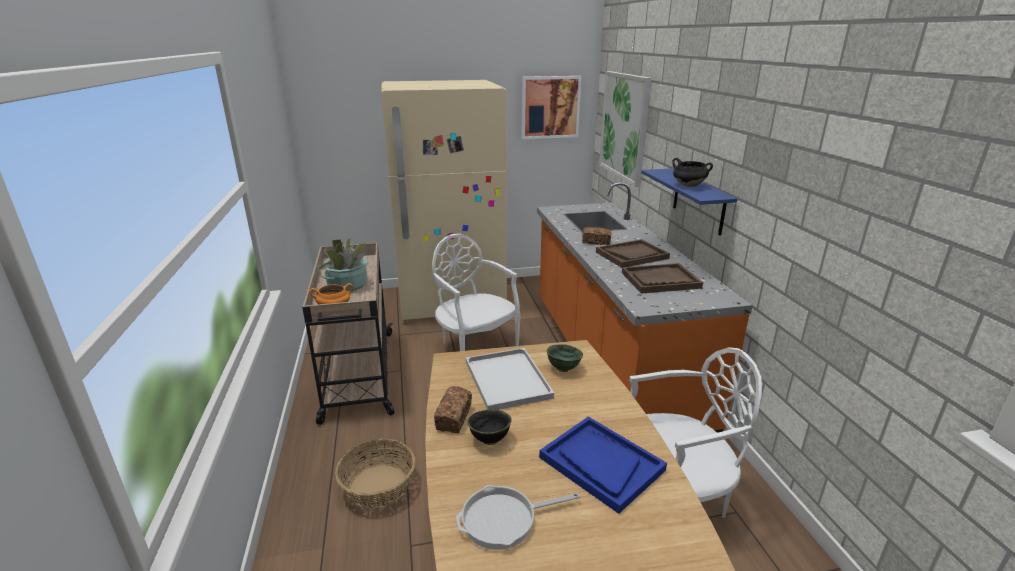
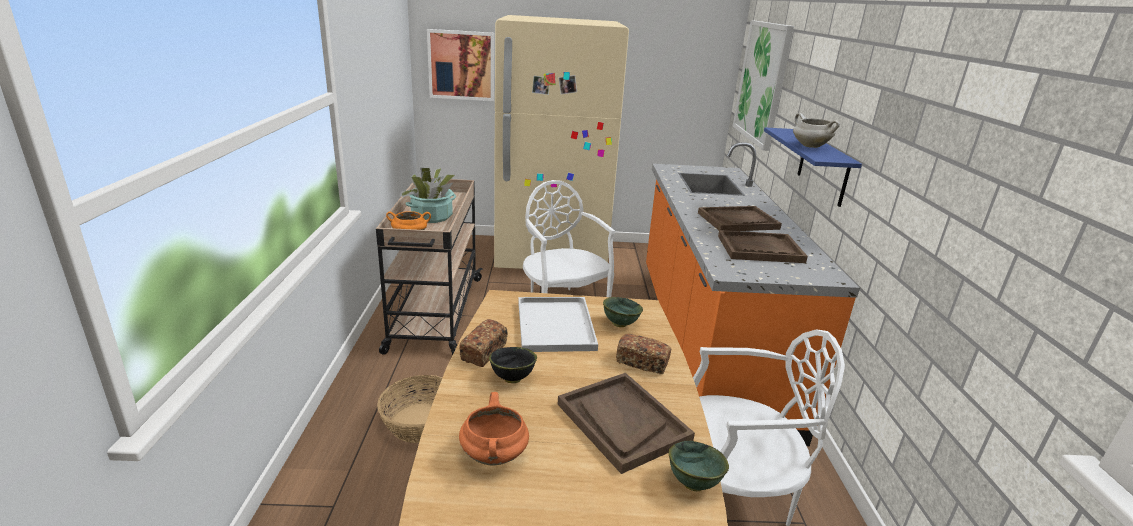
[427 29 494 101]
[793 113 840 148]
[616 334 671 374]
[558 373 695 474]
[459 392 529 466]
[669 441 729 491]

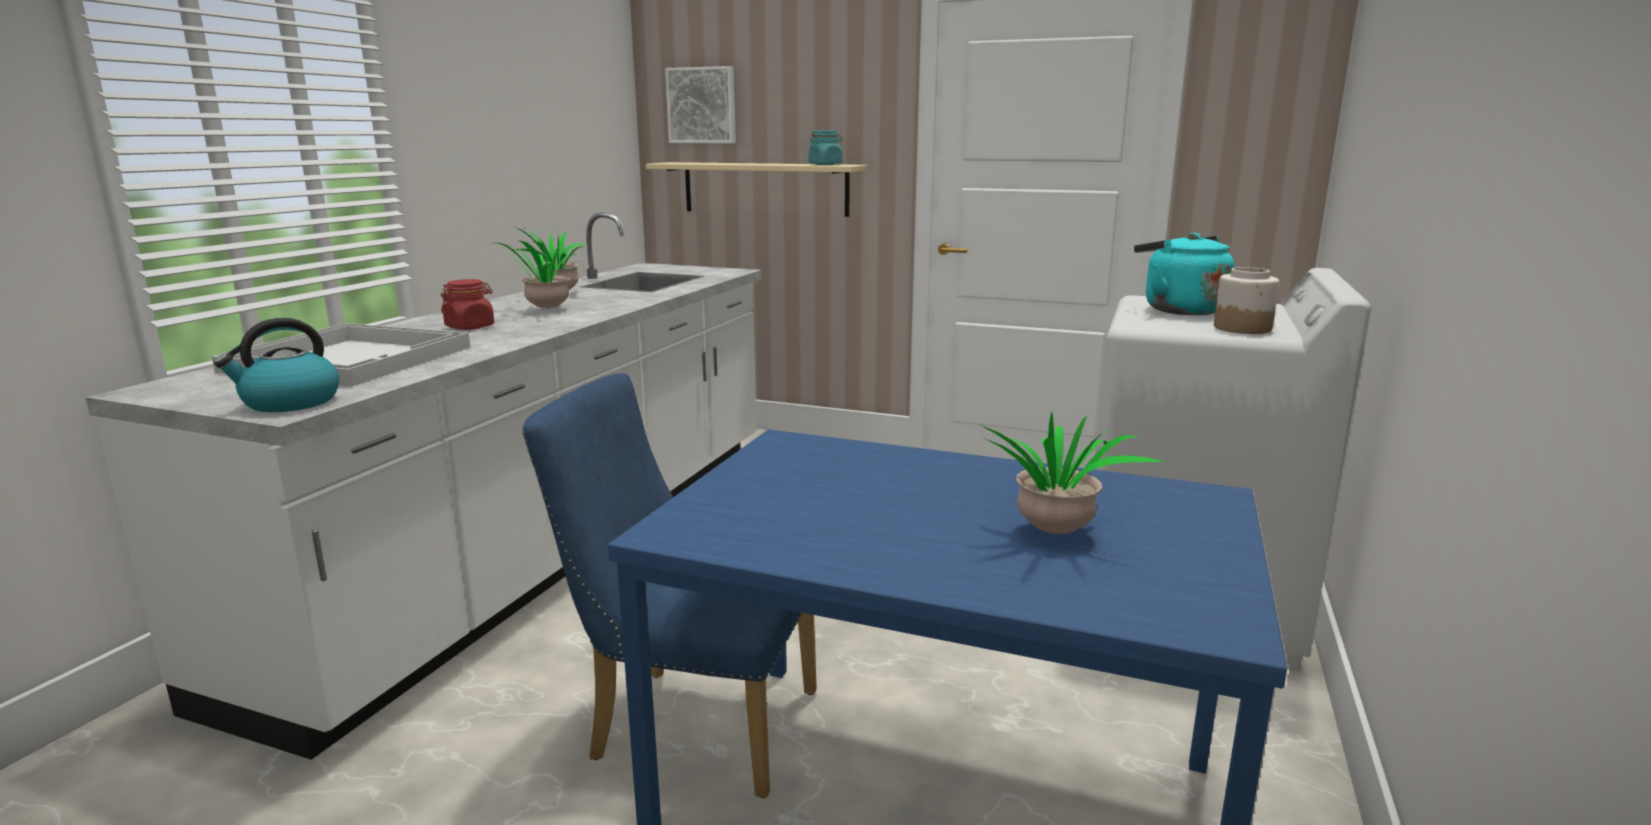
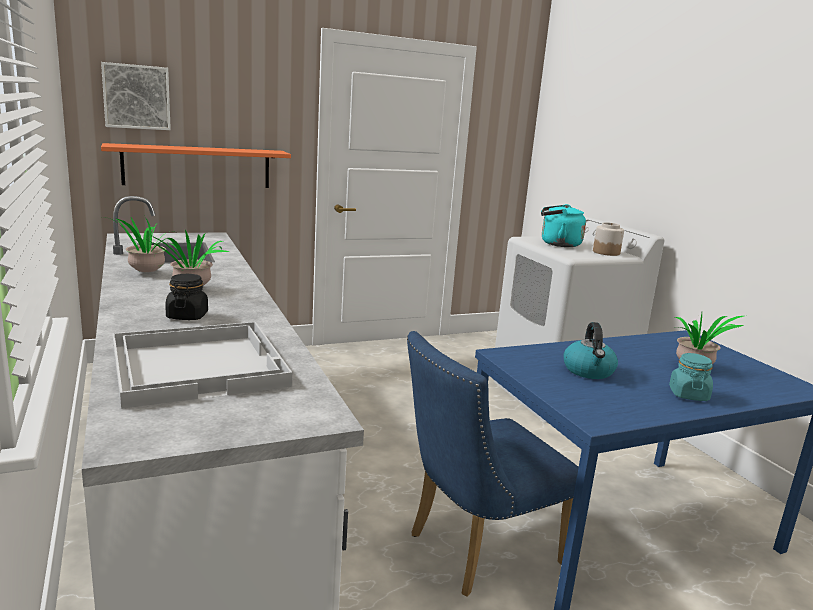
[669 353 713 401]
[101 143 291 188]
[165 274 208 320]
[564 322 618 379]

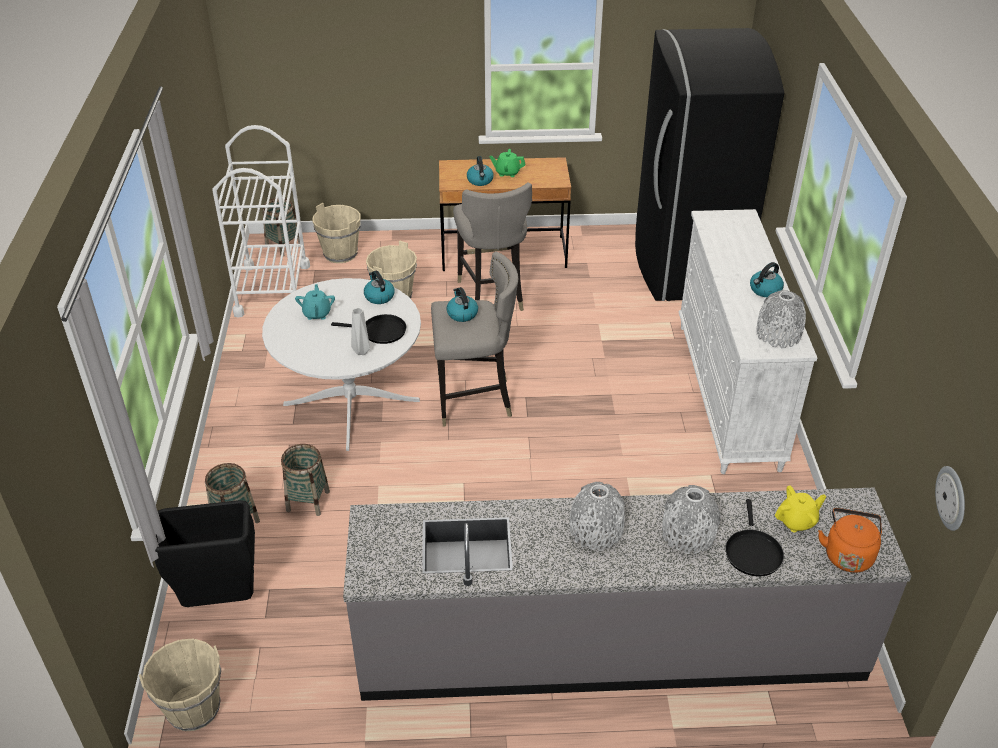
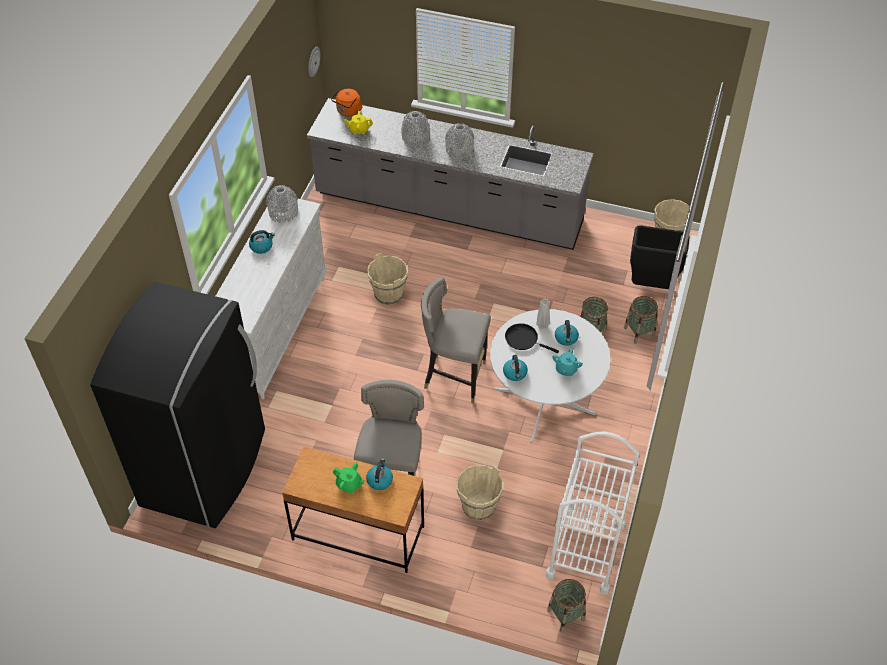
[367 253 408 305]
[555 320 579 346]
[725 499 784 576] (first image)

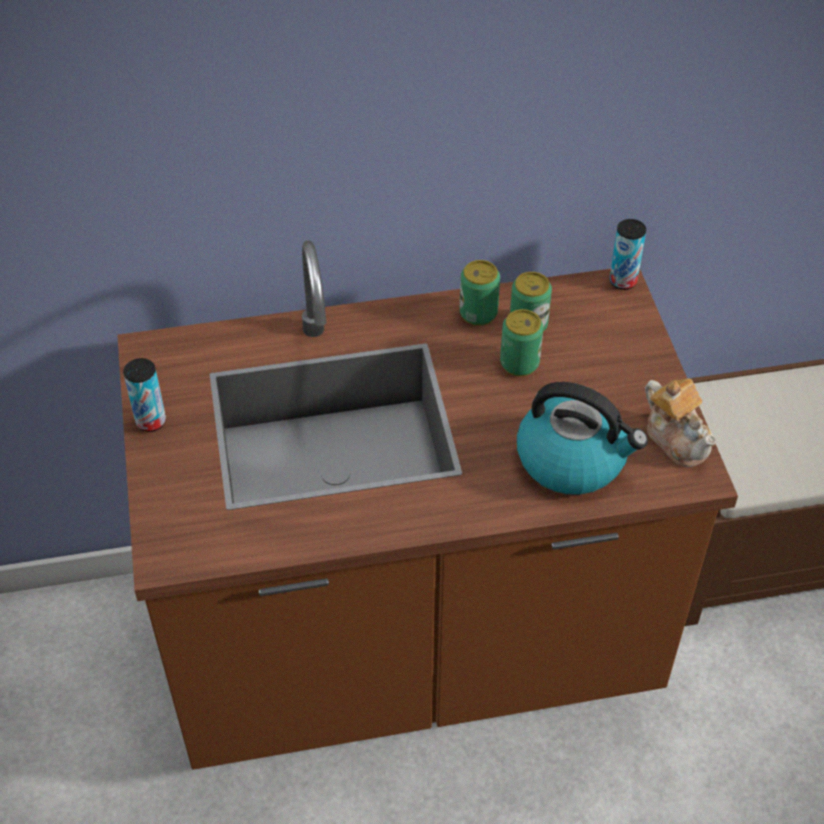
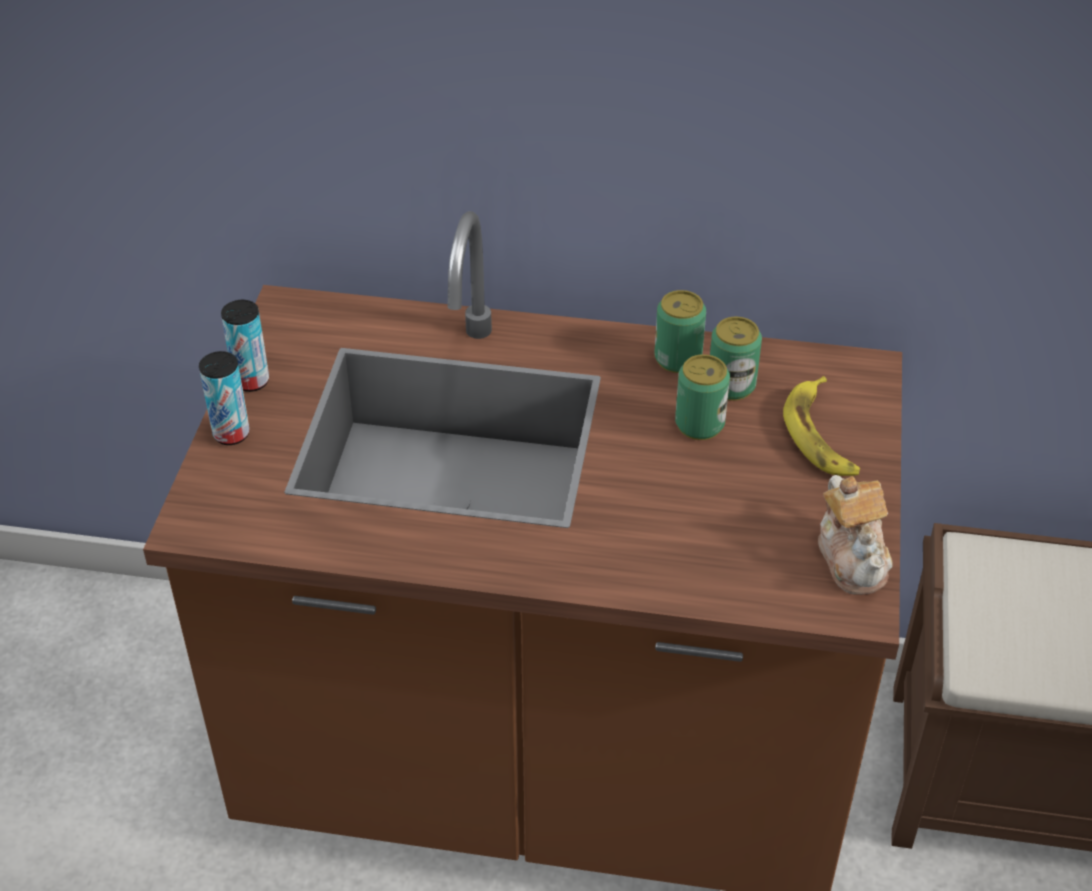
[199 351 250 445]
[517 382 648 495] (first image)
[783 376 860 476]

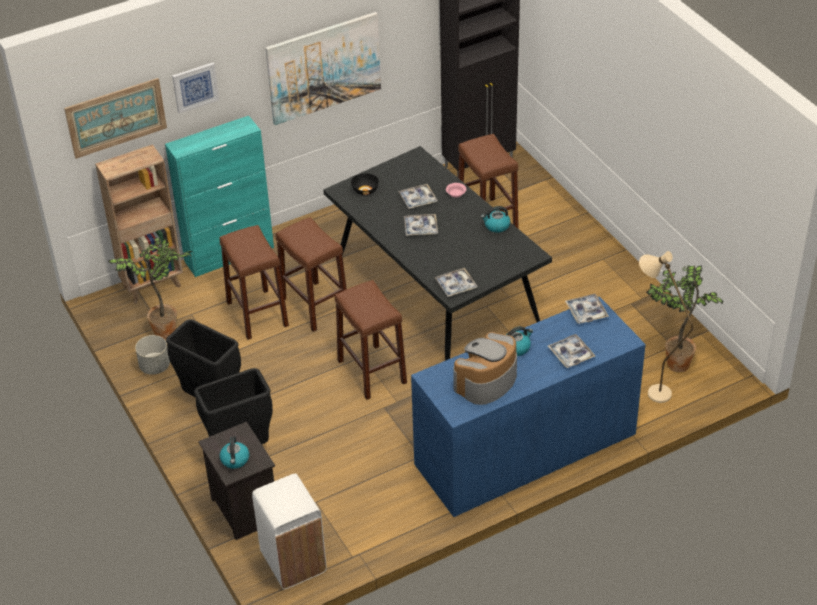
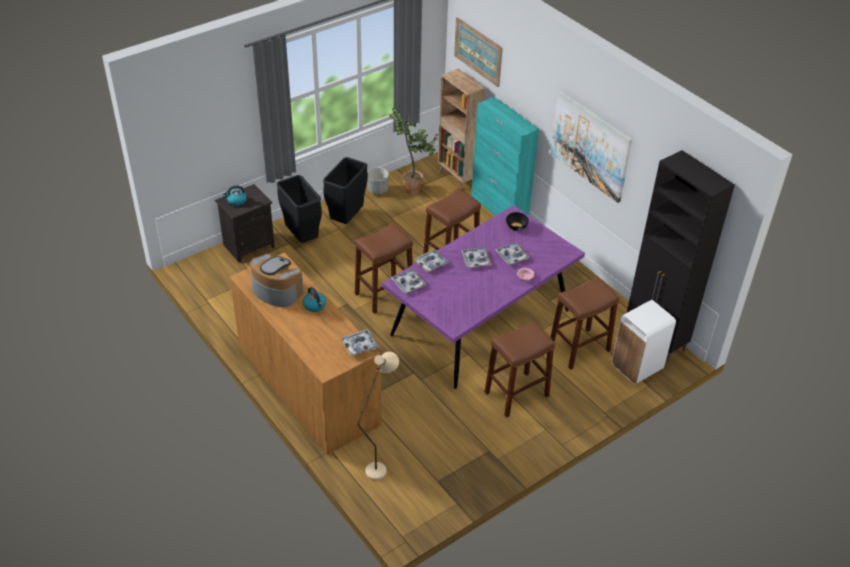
[172 63 219 114] (first image)
[382 205 585 389]
[481 206 510 233] (first image)
[485 321 555 417]
[646 265 723 373] (first image)
[230 252 382 455]
[414 249 449 273]
[612 300 676 384]

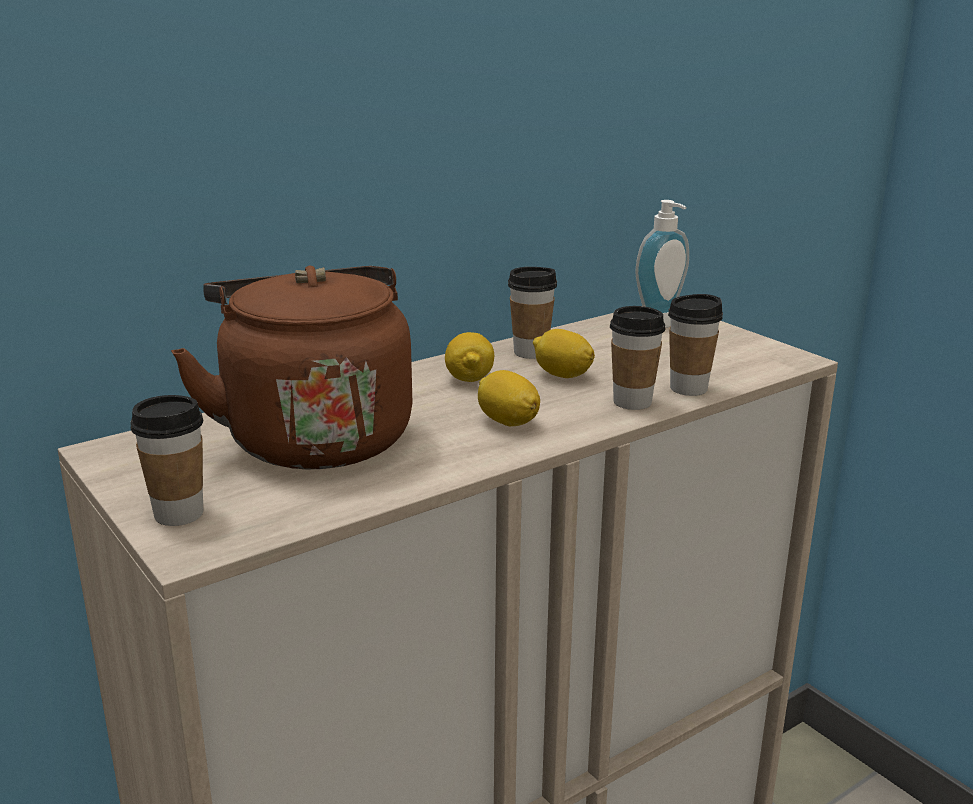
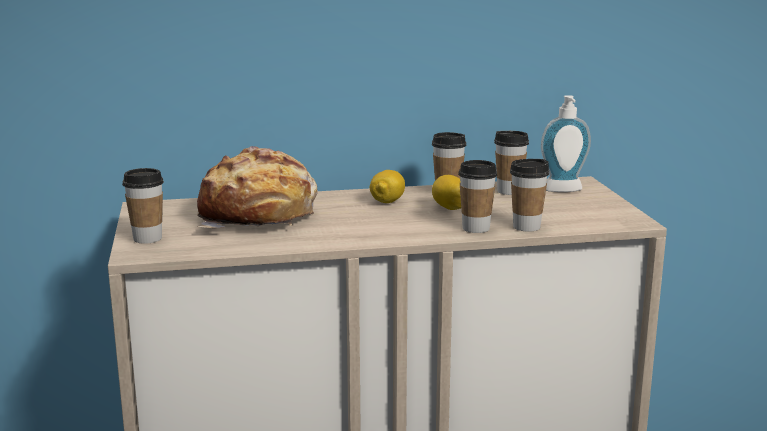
[197 146 318 228]
[478 370 540 426] (first image)
[494 131 529 195]

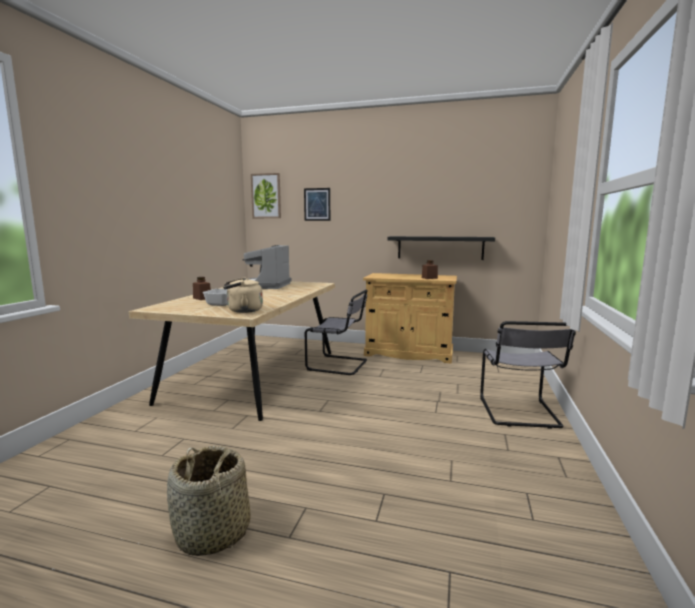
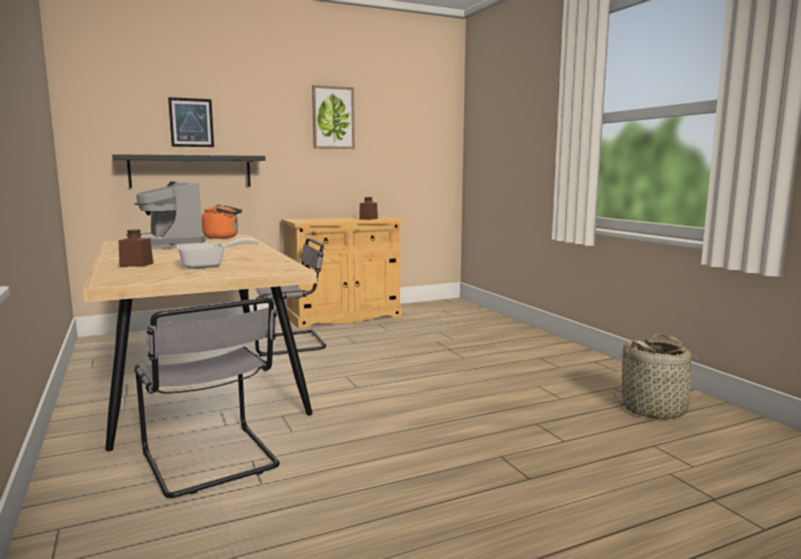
[312 85 355 149]
[112 154 266 188]
[223 277 263 313] (first image)
[134 298 280 498]
[613 333 707 419]
[202 204 242 239]

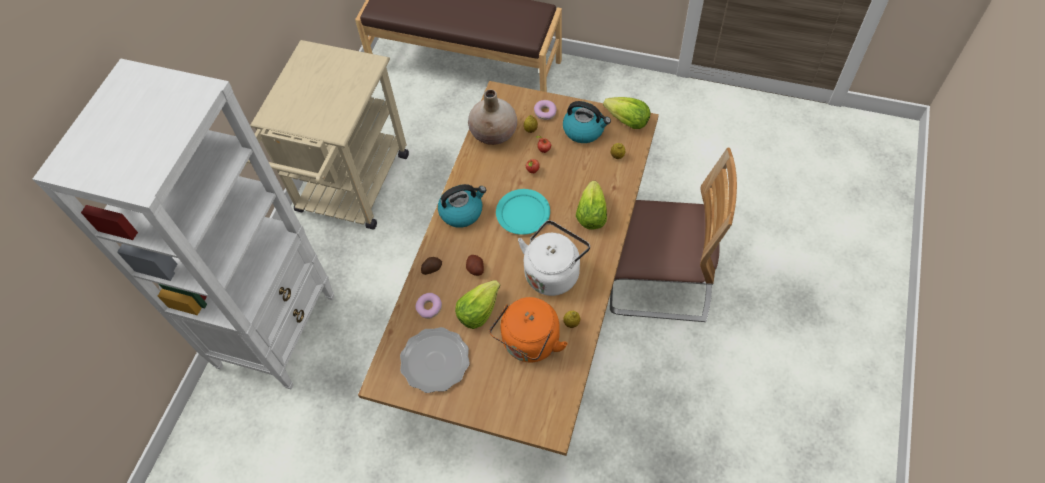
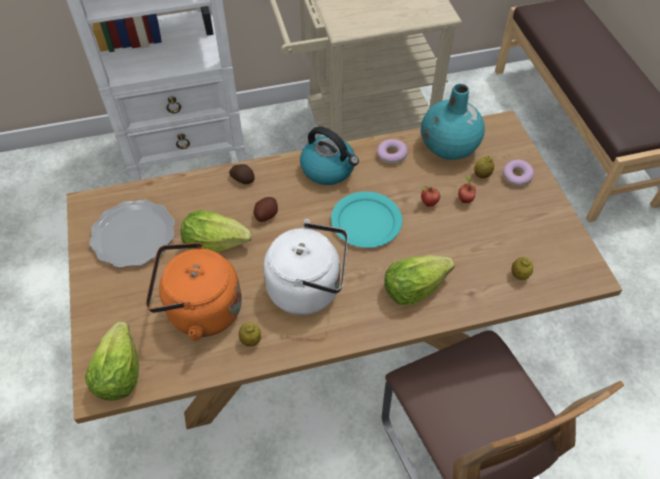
[421 84 485 160]
[85 321 139 401]
[563 101 611 143] (first image)
[377 139 408 164]

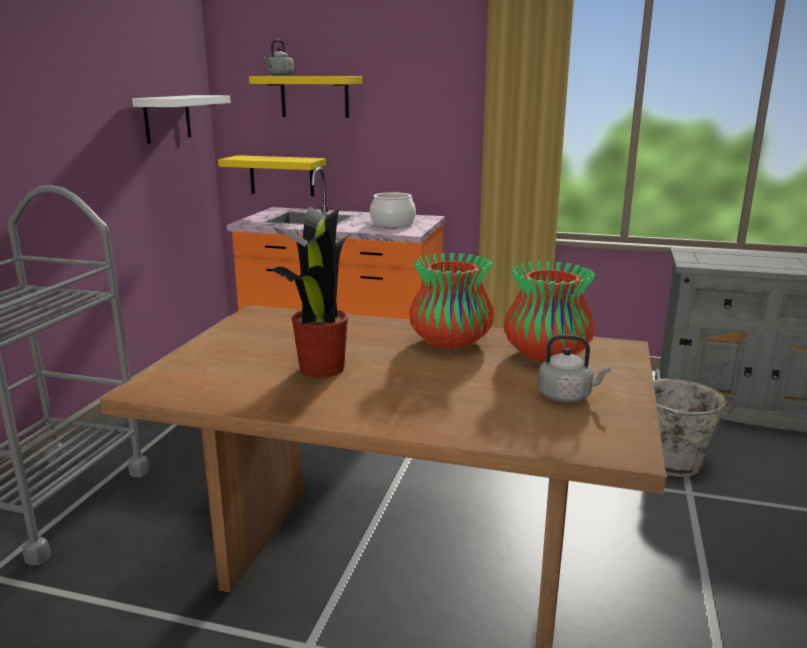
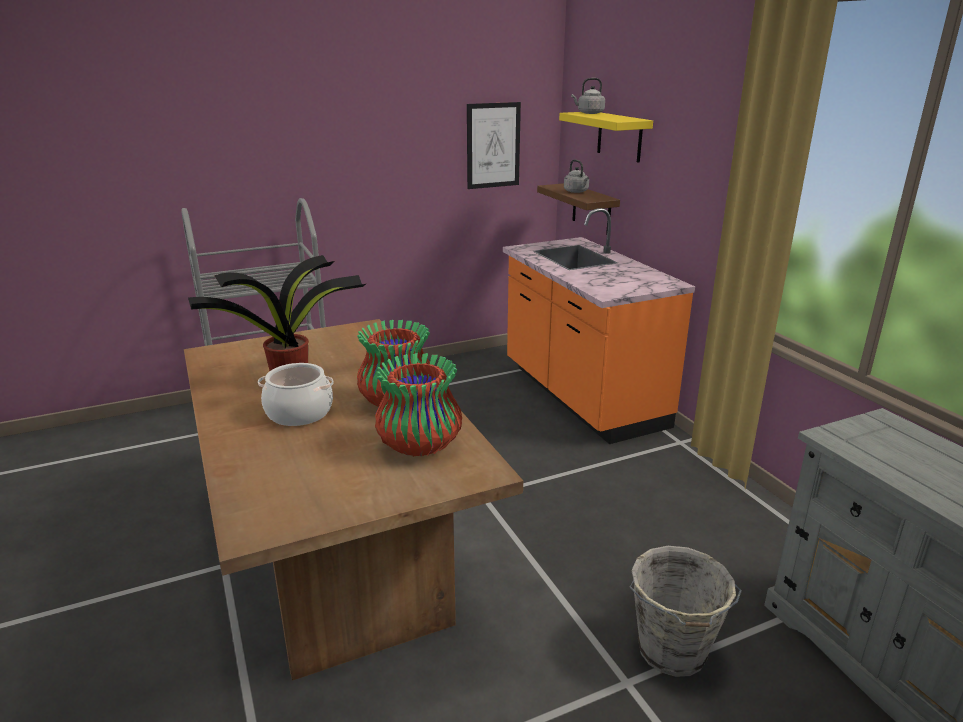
[467 102 521 189]
[537 183 620 234]
[258 363 334 426]
[564 160 589 193]

